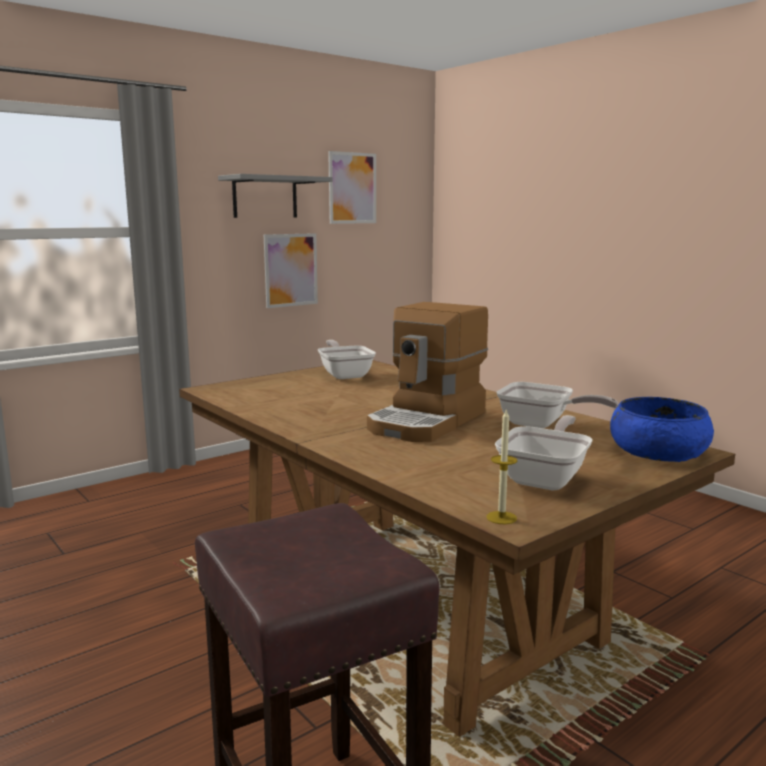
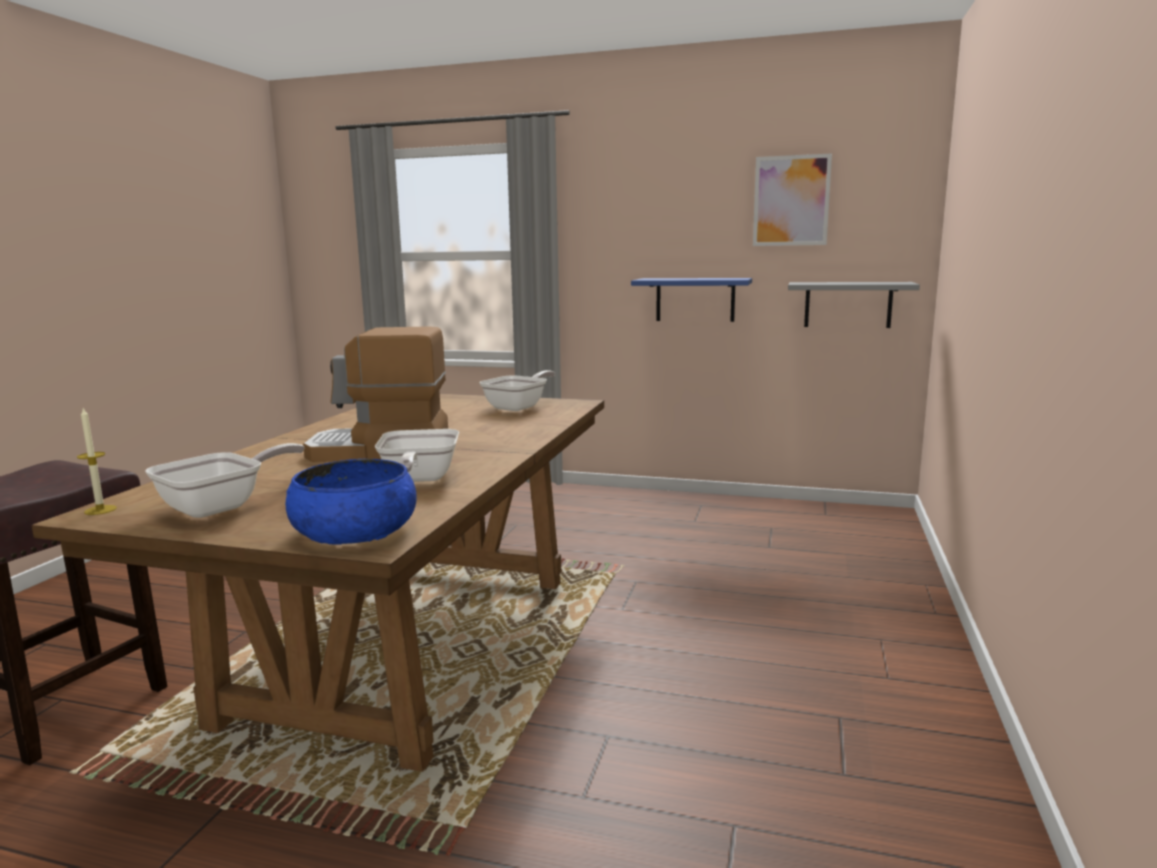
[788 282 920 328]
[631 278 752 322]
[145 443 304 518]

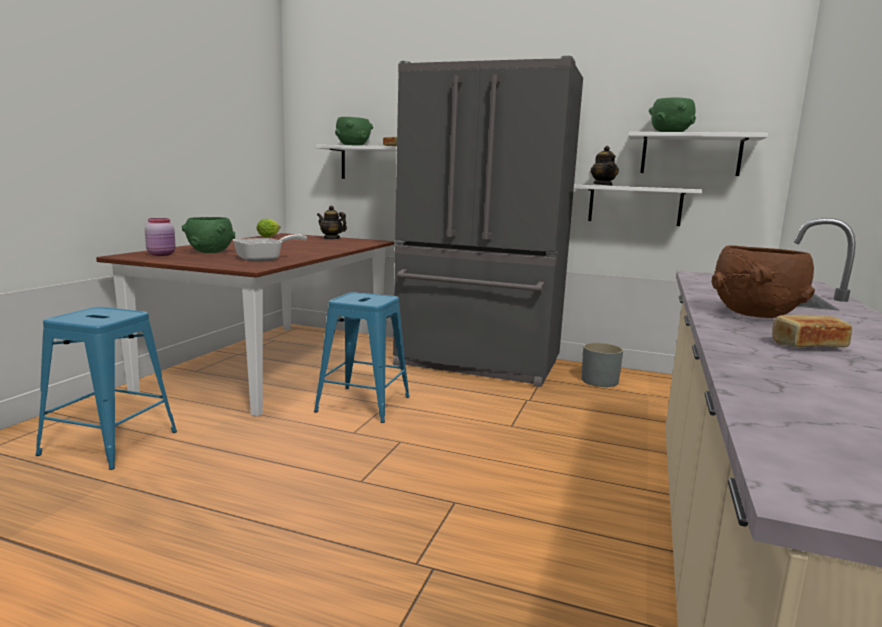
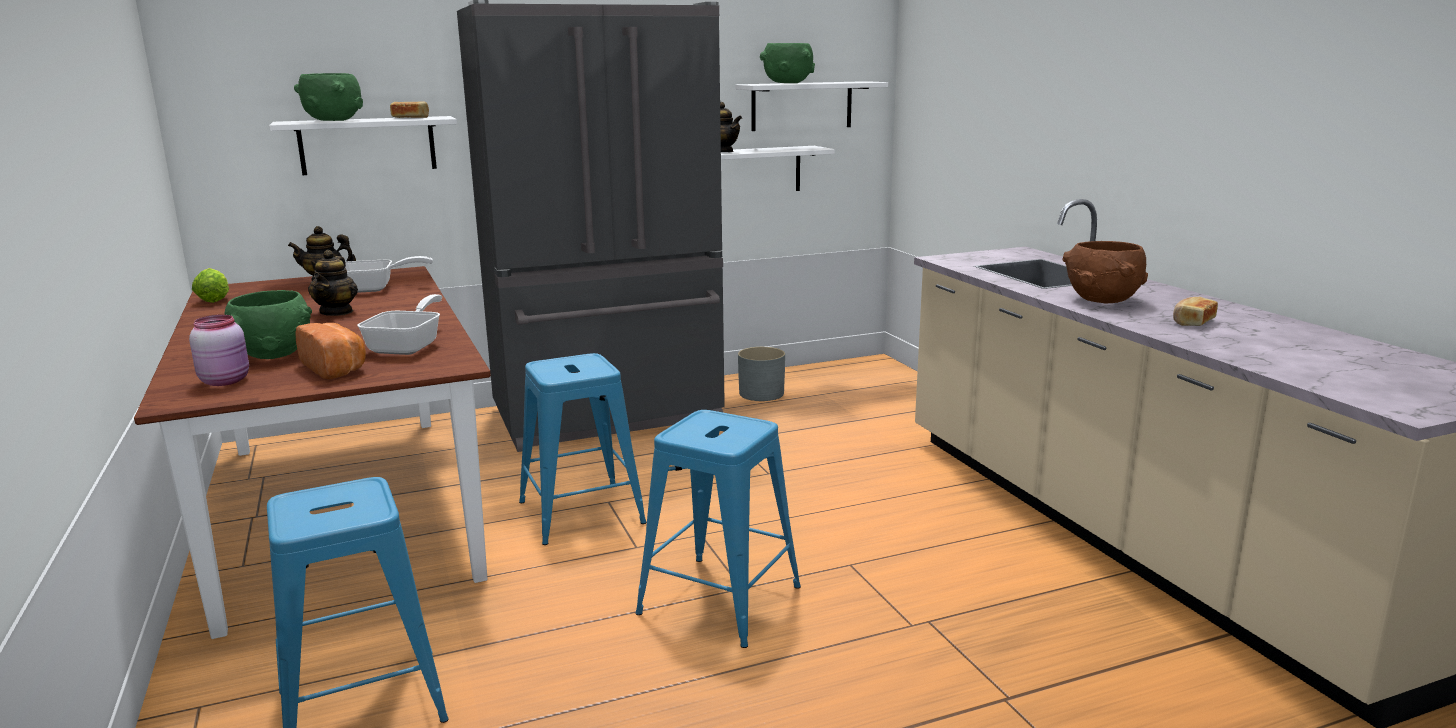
[308 250 358 316]
[345 256 433 293]
[295 323 366 379]
[636 410 801 648]

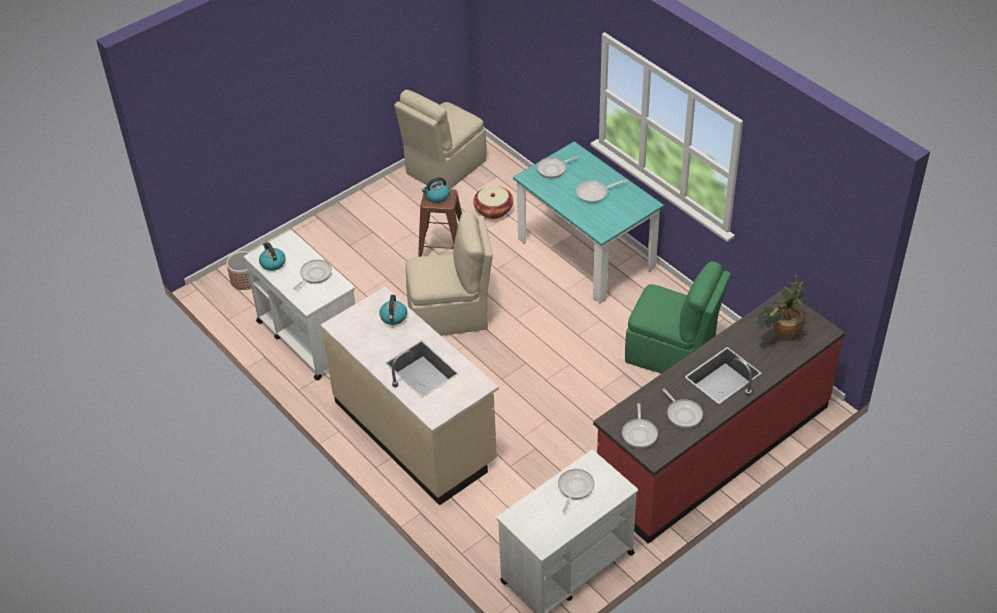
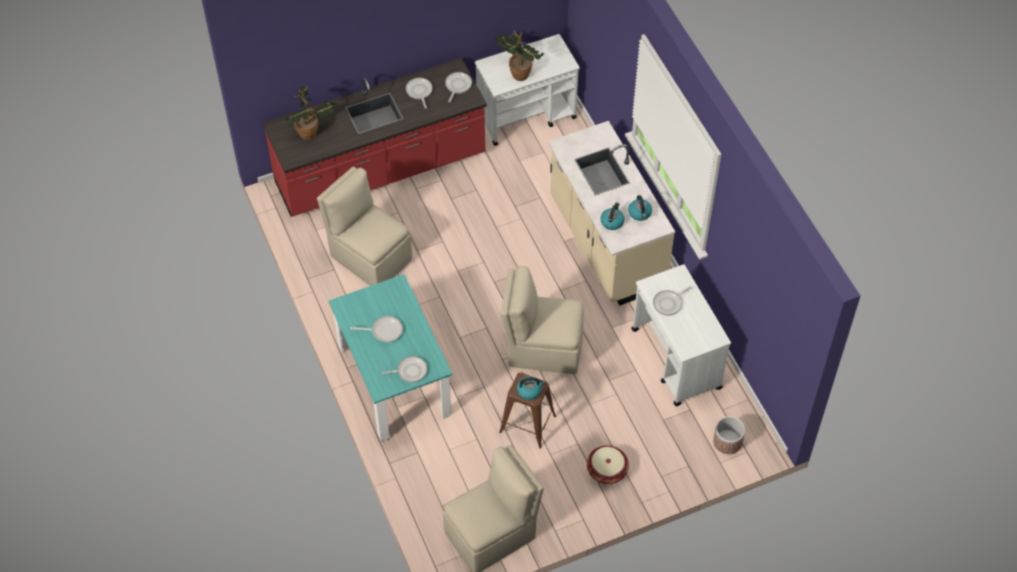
[587 445 629 484]
[628 195 652 221]
[317 166 412 286]
[494 30 544 81]

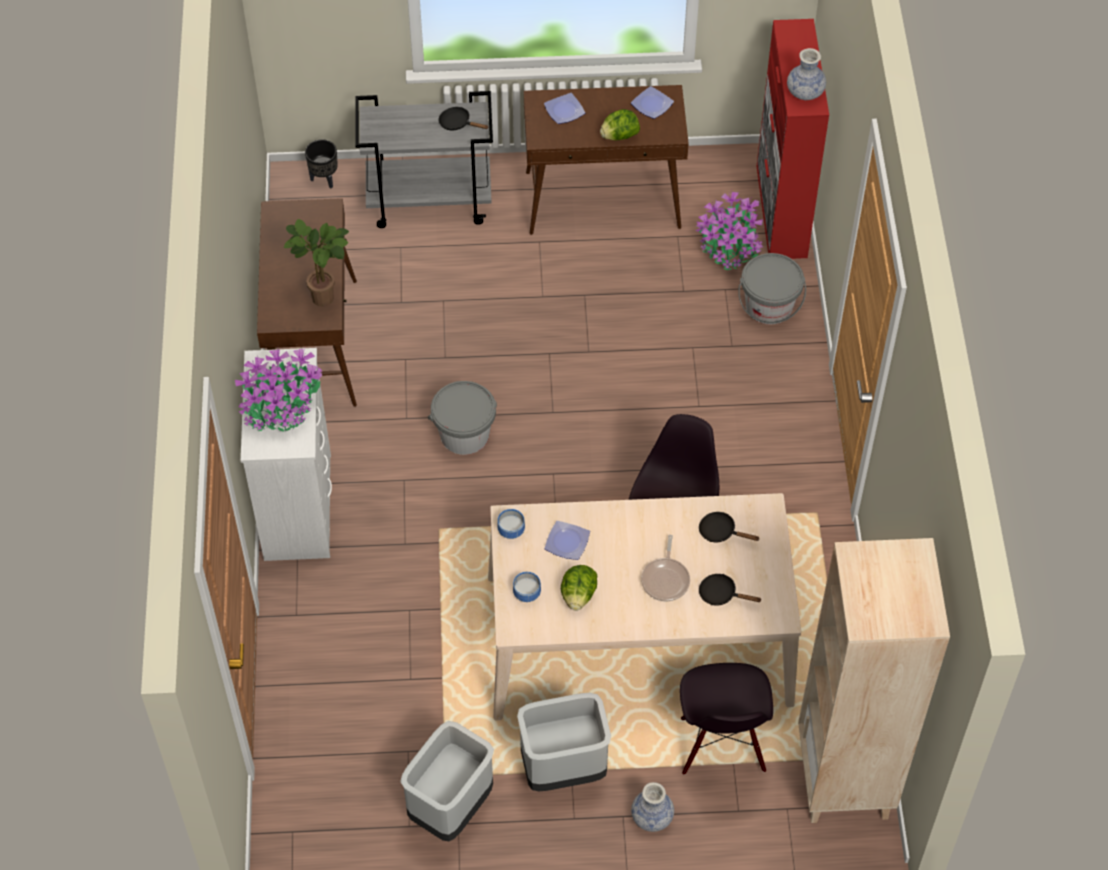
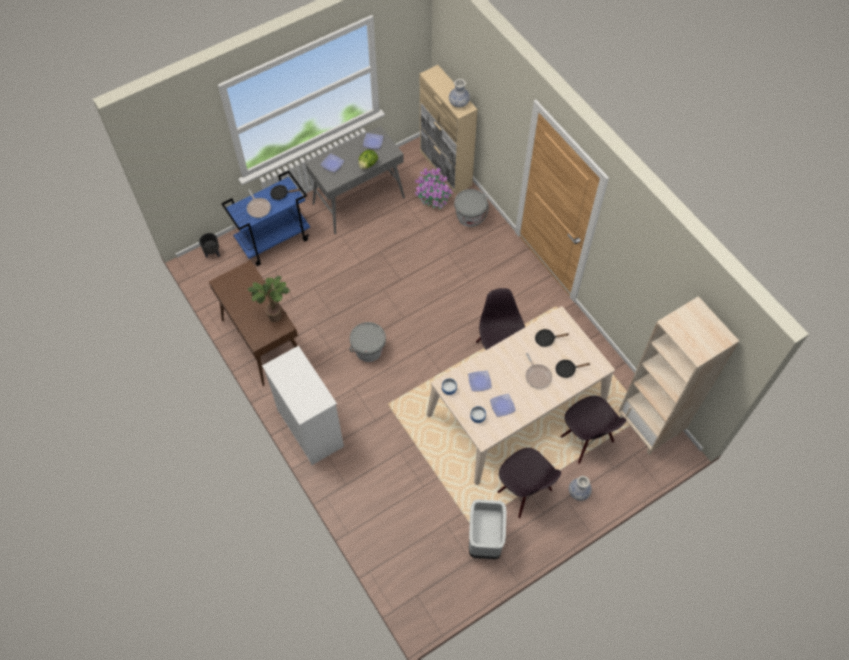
[420 65 478 194]
[305 126 405 234]
[221 170 310 266]
[235 347 322 432] (first image)
[490 394 516 417]
[498 448 561 518]
[247 189 271 218]

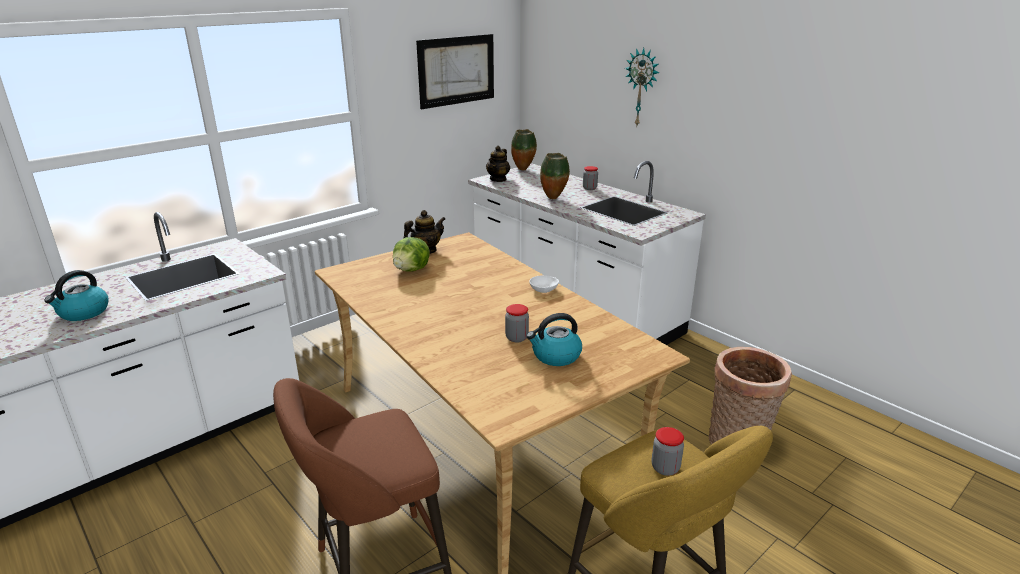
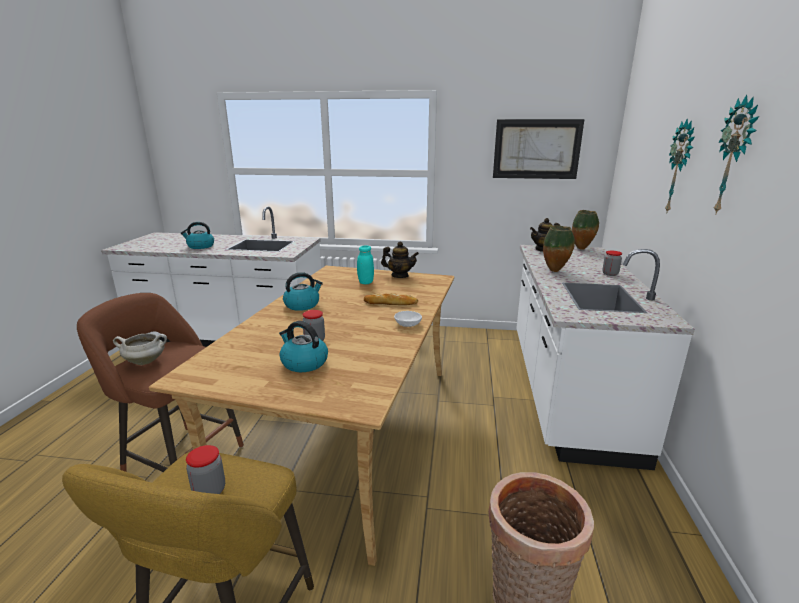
[357 245 374 284]
[714 95 759 215]
[283 272 323 311]
[364 293 418 305]
[113 333 167 365]

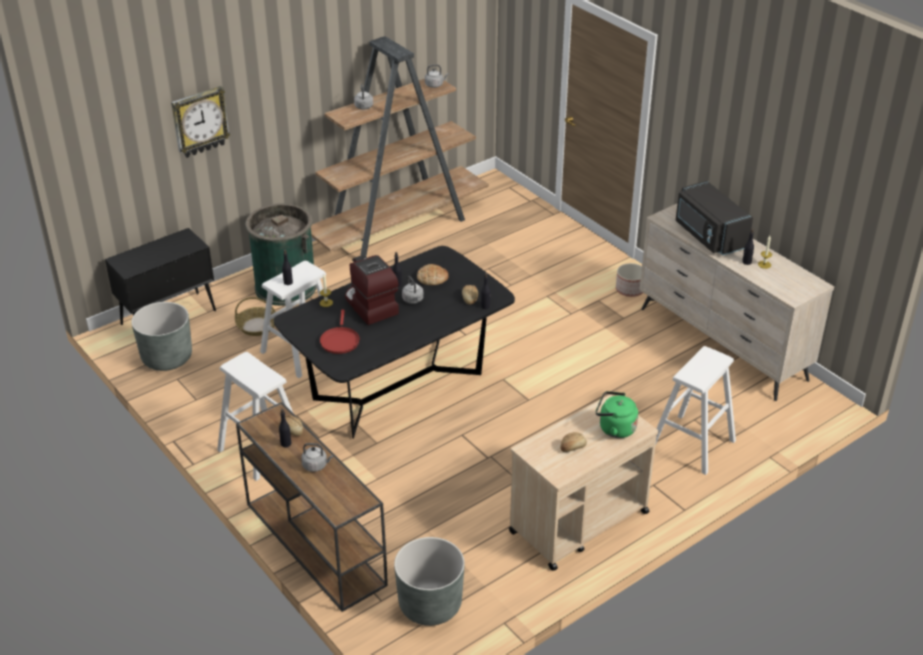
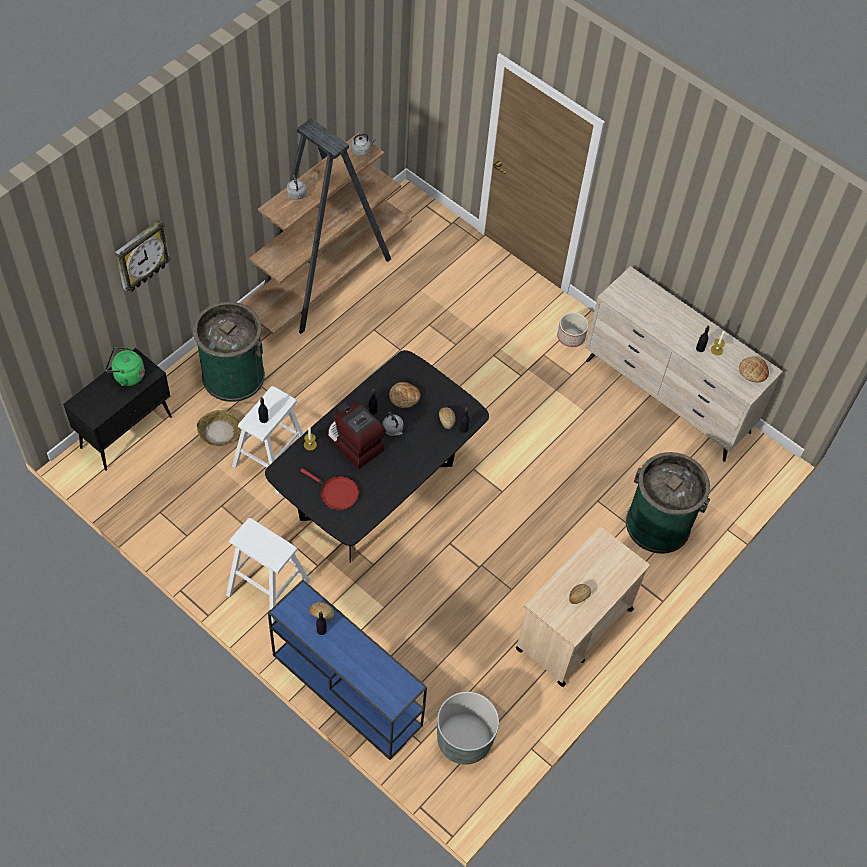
[675 181 753 255] (first image)
[131 302 192 371] (first image)
[300 468 359 510]
[626 452 710 554]
[106 347 145 386]
[268 580 427 760]
[301 443 333 472] (first image)
[739 356 769 382]

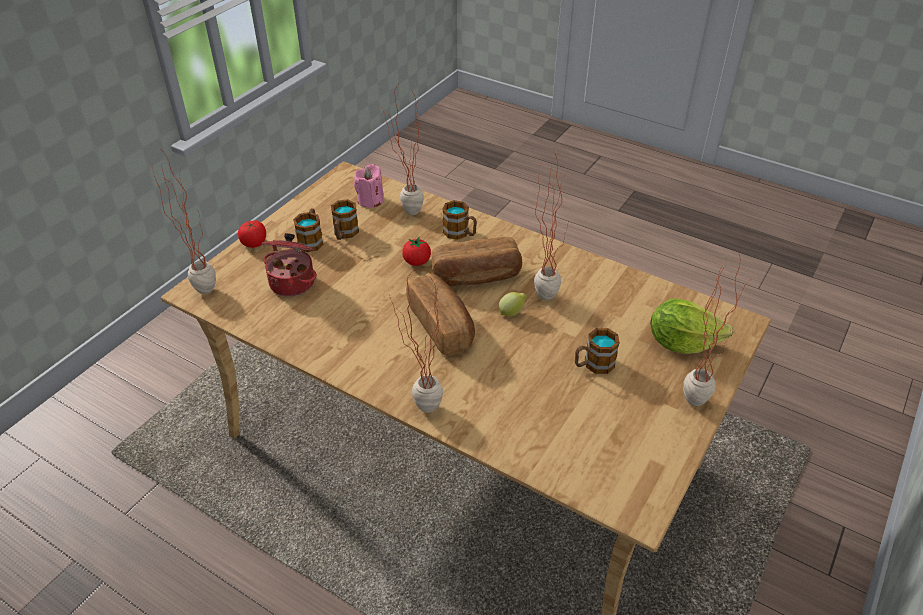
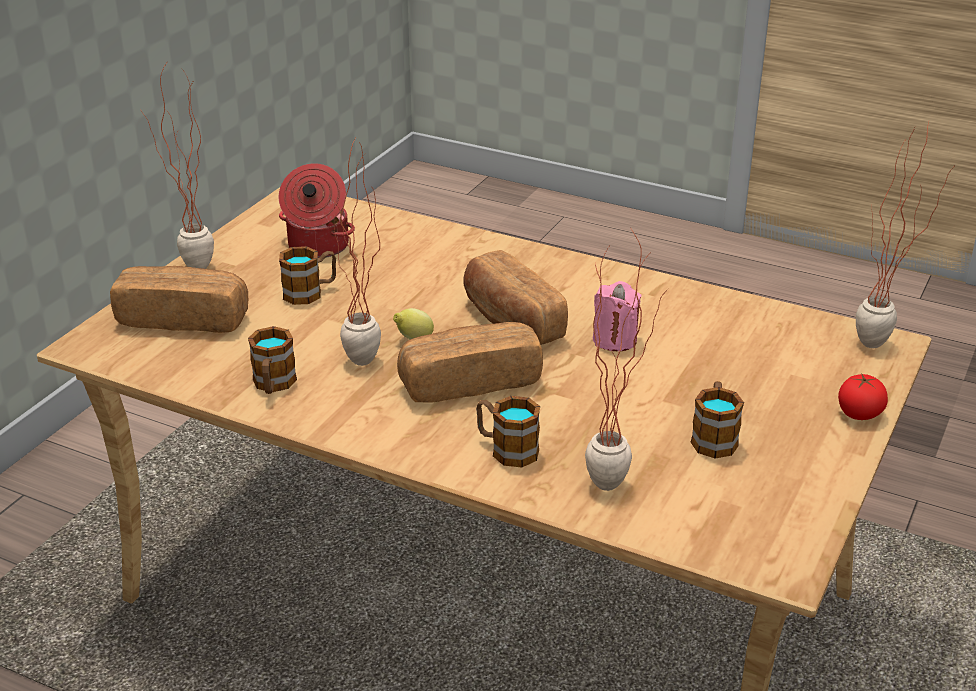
[593 281 641 351]
[248 326 297 394]
[279 163 355 258]
[402 237 431 266] (first image)
[389 270 443 413] (first image)
[110 266 248 333]

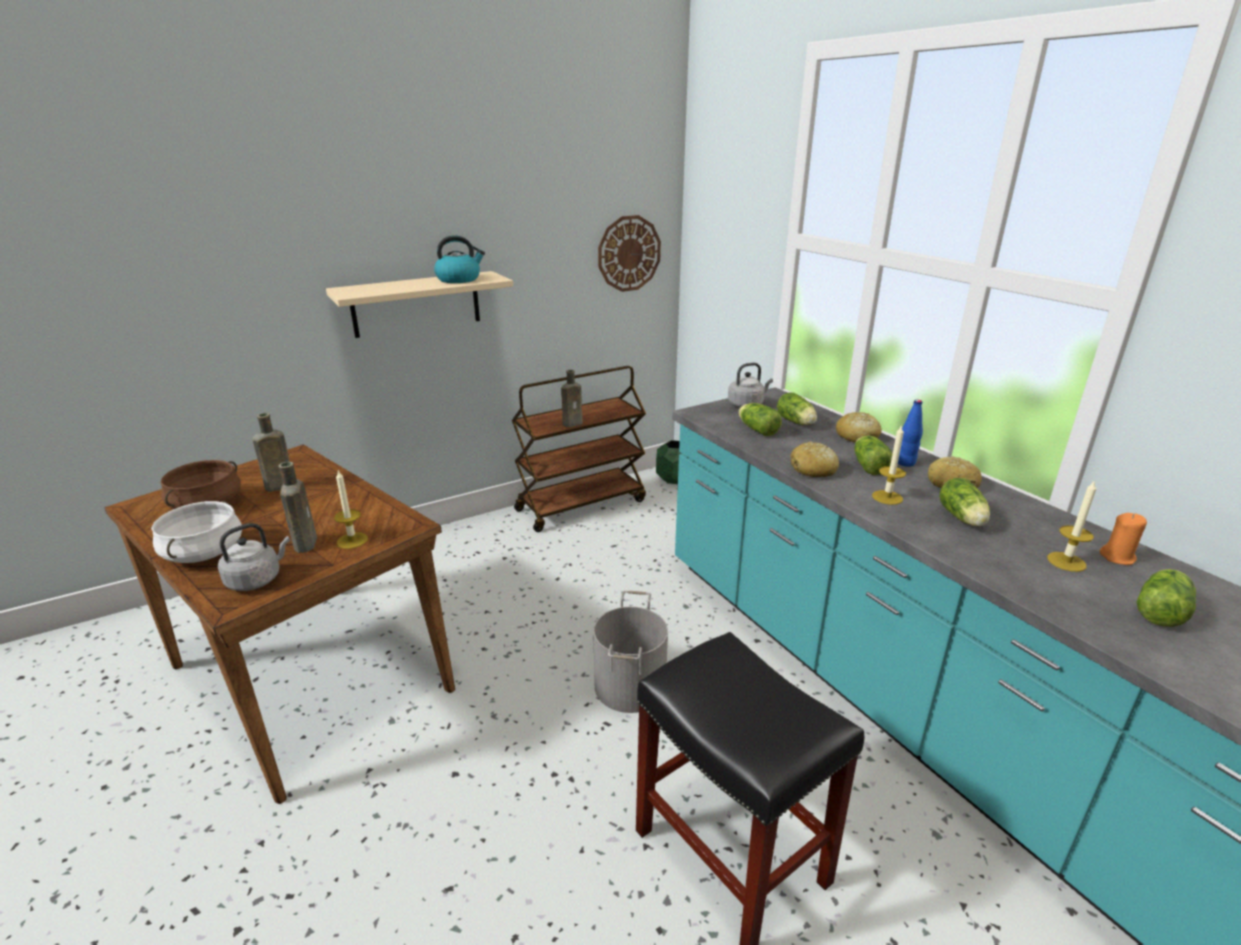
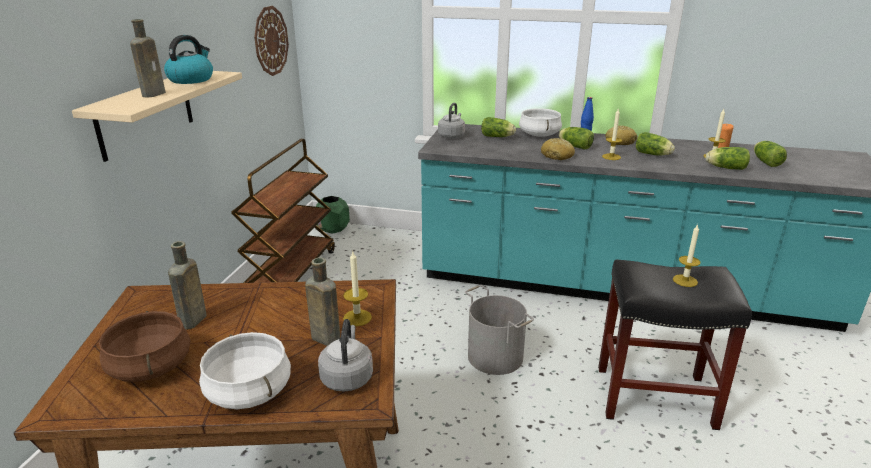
[130 19 166 97]
[705 147 750 170]
[519 108 562 137]
[673 224 700 287]

